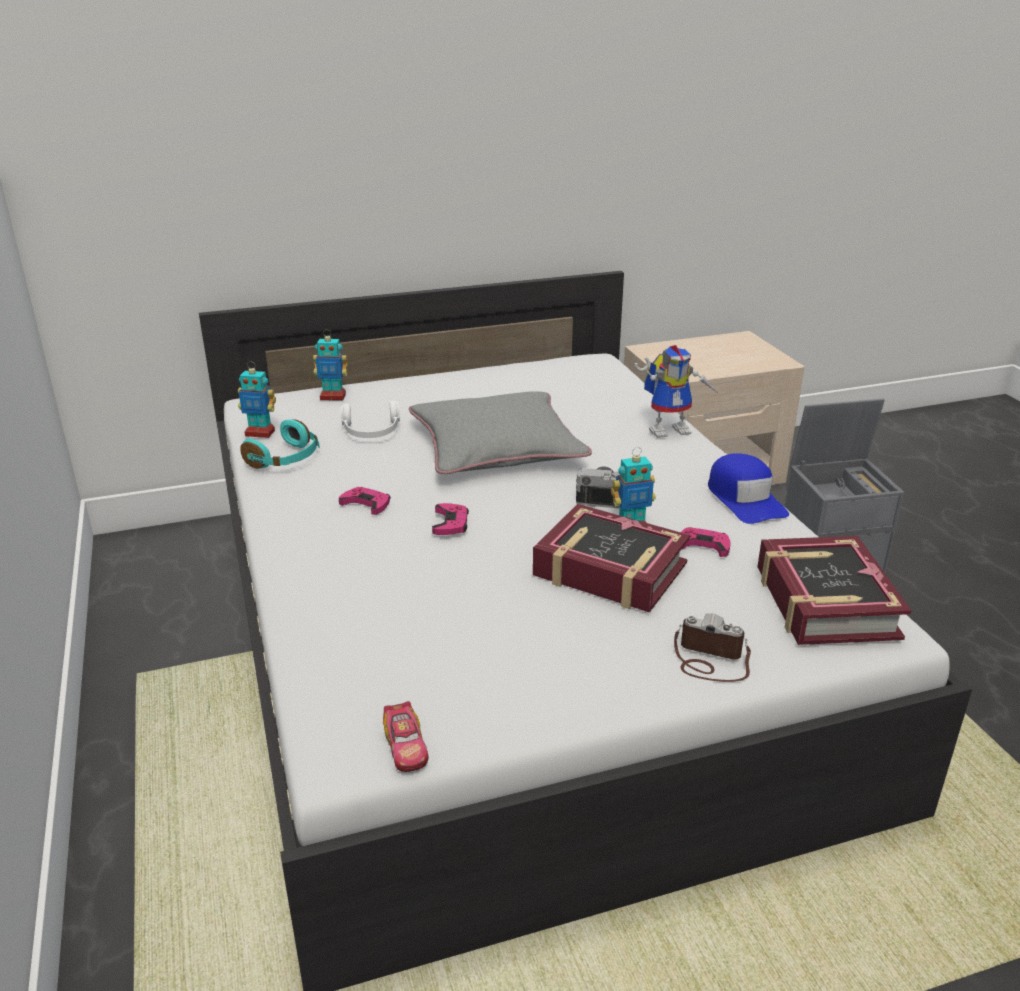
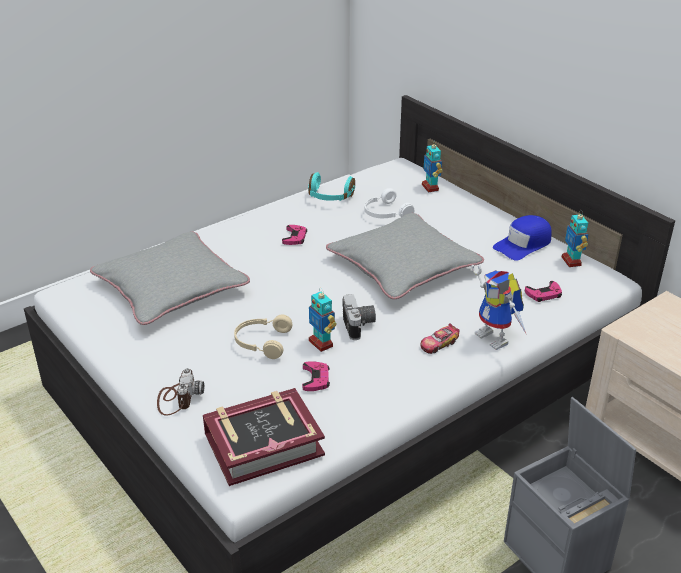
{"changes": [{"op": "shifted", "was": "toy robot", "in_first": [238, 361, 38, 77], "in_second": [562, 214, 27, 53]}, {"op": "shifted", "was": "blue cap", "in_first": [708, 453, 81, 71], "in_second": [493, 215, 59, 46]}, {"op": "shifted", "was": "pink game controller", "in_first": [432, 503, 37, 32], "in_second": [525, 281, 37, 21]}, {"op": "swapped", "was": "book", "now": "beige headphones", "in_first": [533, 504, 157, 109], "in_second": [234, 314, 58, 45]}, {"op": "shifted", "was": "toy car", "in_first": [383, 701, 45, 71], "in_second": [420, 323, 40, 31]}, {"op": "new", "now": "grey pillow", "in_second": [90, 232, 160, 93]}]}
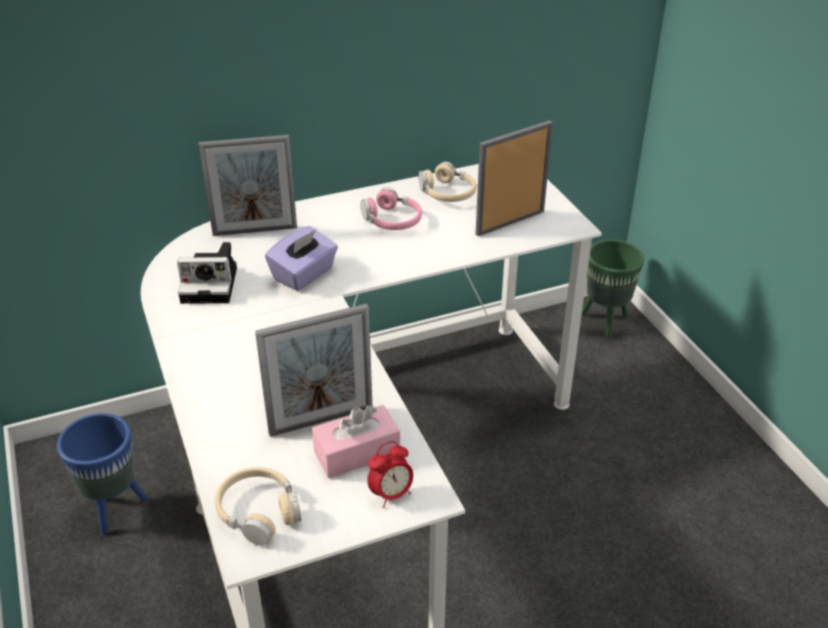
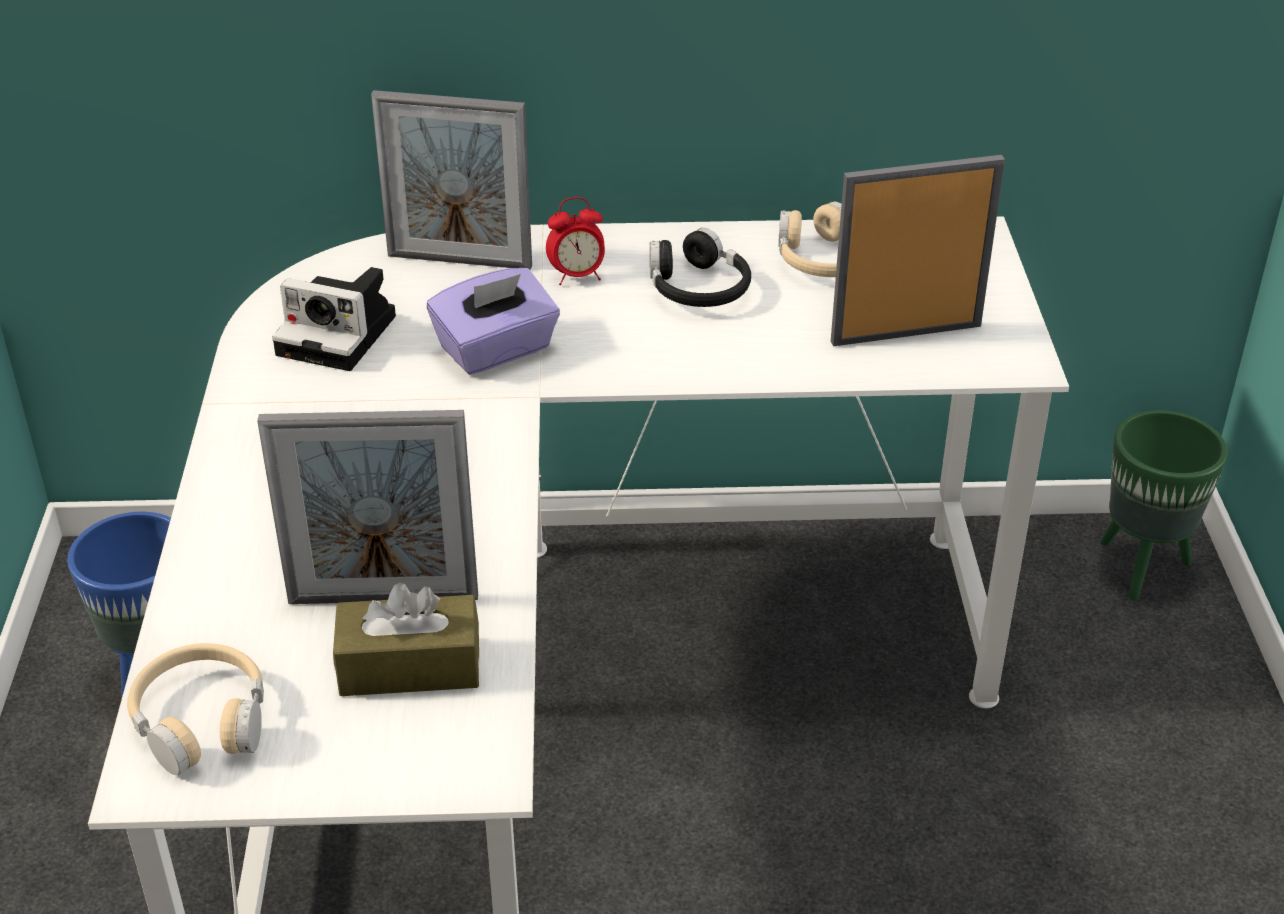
{"changes": [{"op": "repainted", "was": "pink headphones", "now": "black headphones", "in_first": [360, 187, 62, 43], "in_second": [650, 228, 101, 79]}, {"op": "repainted", "was": "pink tissue box", "now": "brown tissue box", "in_first": [312, 405, 88, 73], "in_second": [333, 583, 146, 113]}, {"op": "shifted", "was": "alarm clock", "in_first": [367, 441, 46, 67], "in_second": [546, 197, 59, 88]}]}
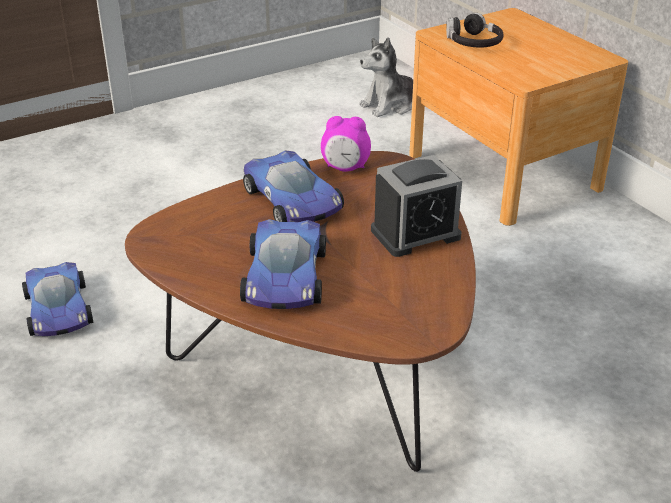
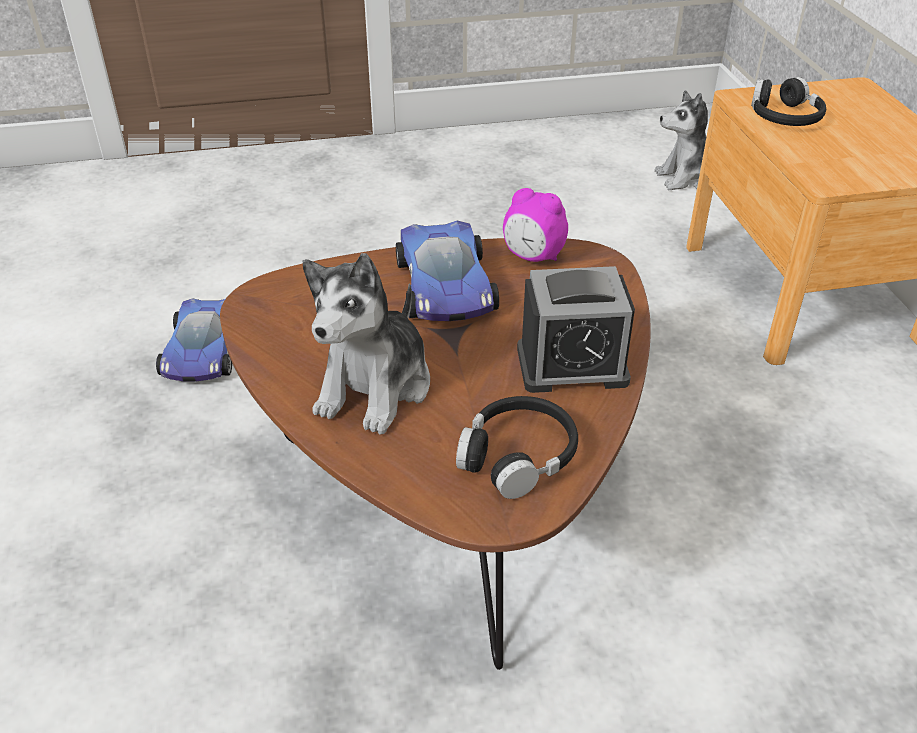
{"changes": [{"op": "swapped", "was": "toy car", "now": "plush toy", "in_first": [240, 219, 86, 90], "in_second": [303, 253, 127, 182]}, {"op": "new", "now": "black headphones", "in_second": [456, 396, 122, 103]}]}
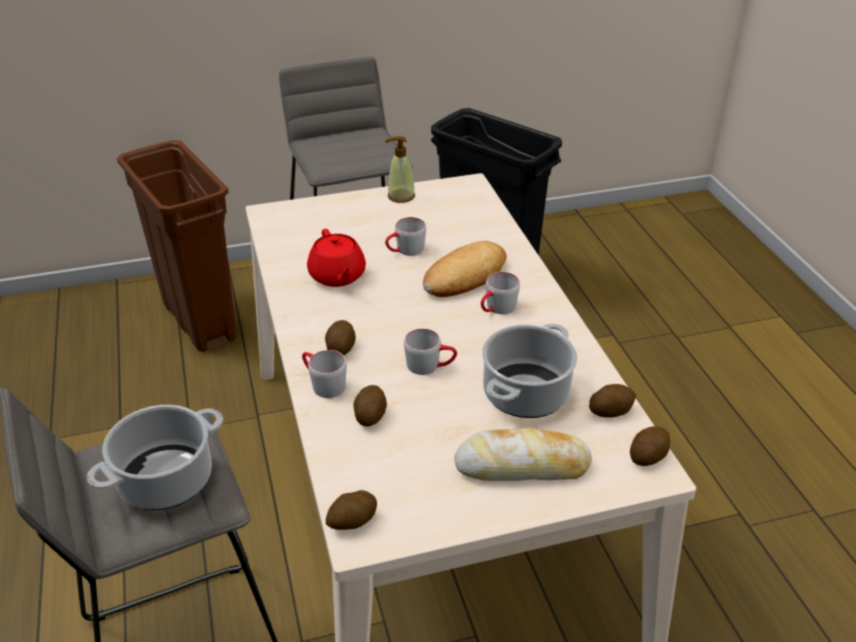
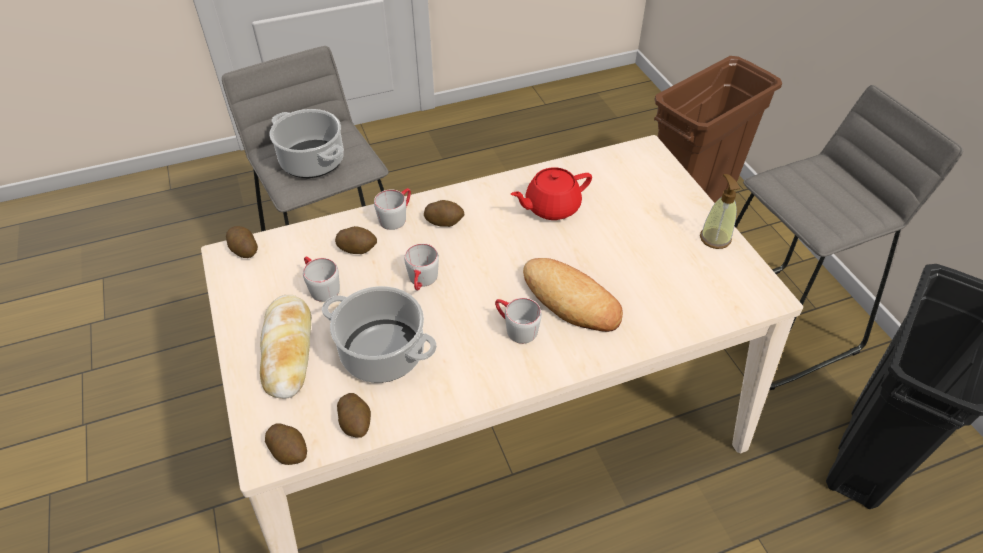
{"changes": [{"op": "shifted", "was": "grey mug", "in_first": [385, 217, 41, 39], "in_second": [303, 256, 37, 46]}]}
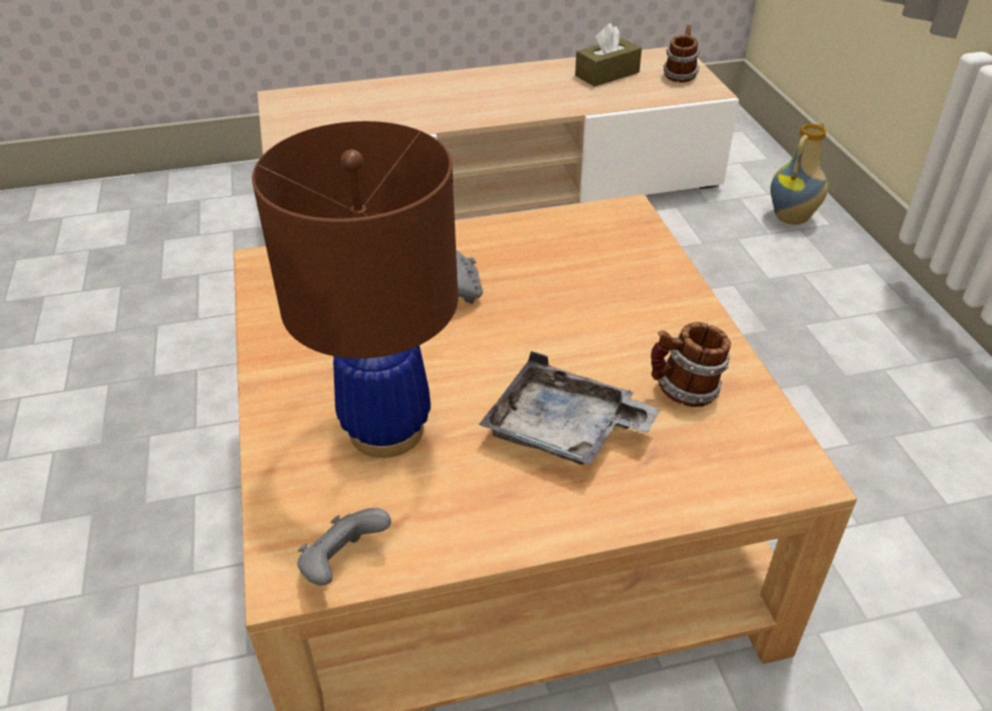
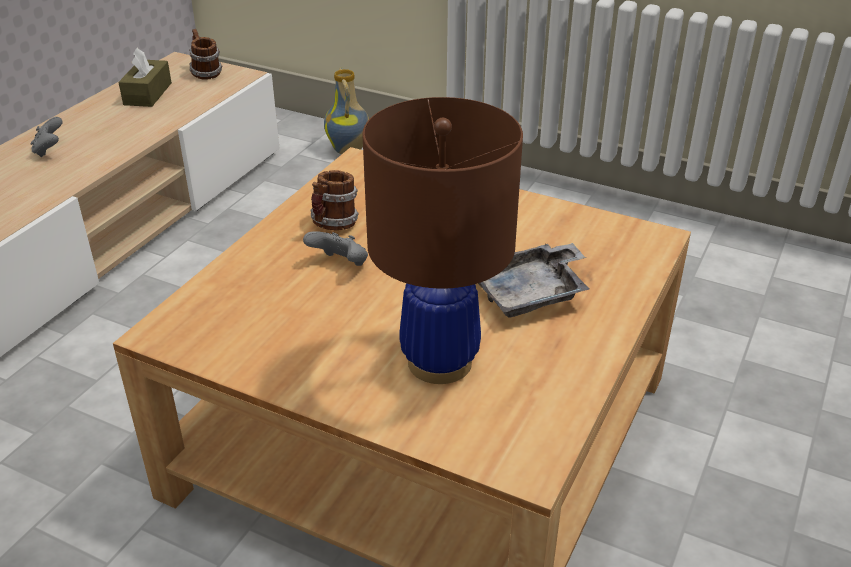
{"changes": [{"op": "shifted", "was": "mug", "in_first": [651, 322, 80, 85], "in_second": [310, 170, 49, 60]}, {"op": "shifted", "was": "grey game controller", "in_first": [297, 508, 94, 78], "in_second": [31, 117, 31, 40]}]}
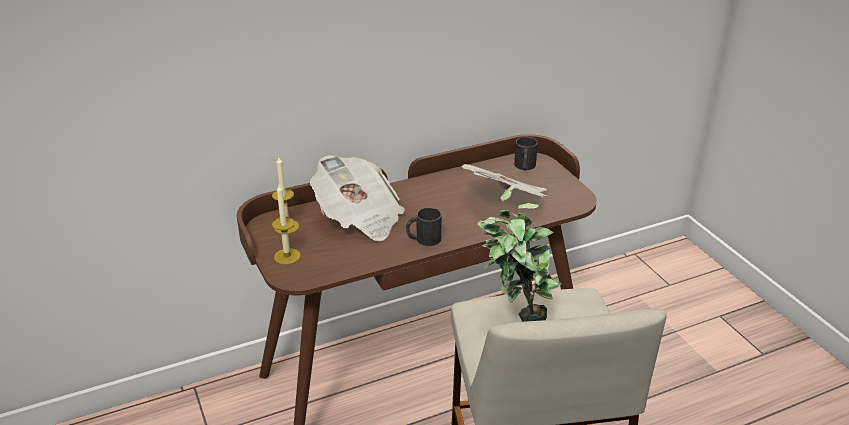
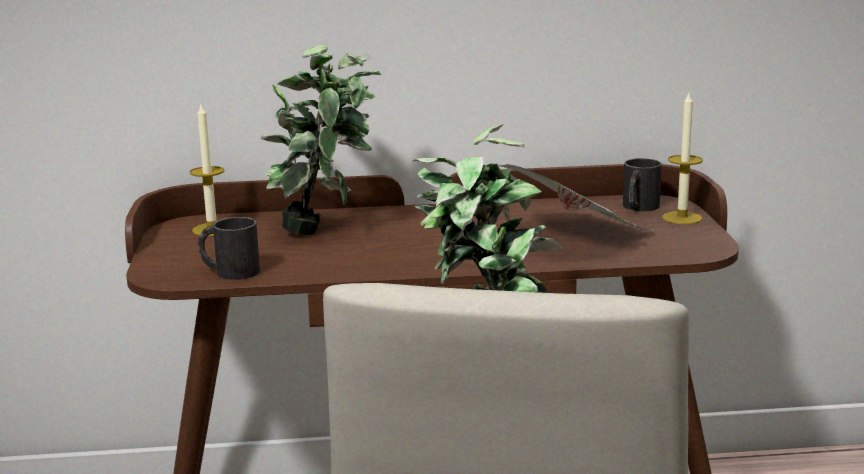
{"changes": [{"op": "swapped", "was": "newspaper", "now": "potted plant", "in_first": [310, 155, 95, 86], "in_second": [261, 45, 121, 190]}, {"op": "shifted", "was": "candle", "in_first": [272, 185, 29, 80], "in_second": [662, 93, 41, 131]}, {"op": "shifted", "was": "black mug", "in_first": [406, 207, 36, 39], "in_second": [198, 217, 62, 63]}]}
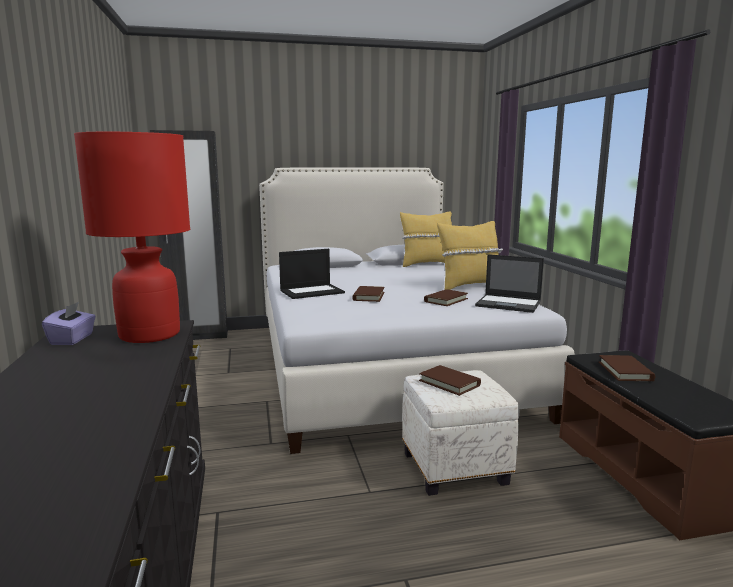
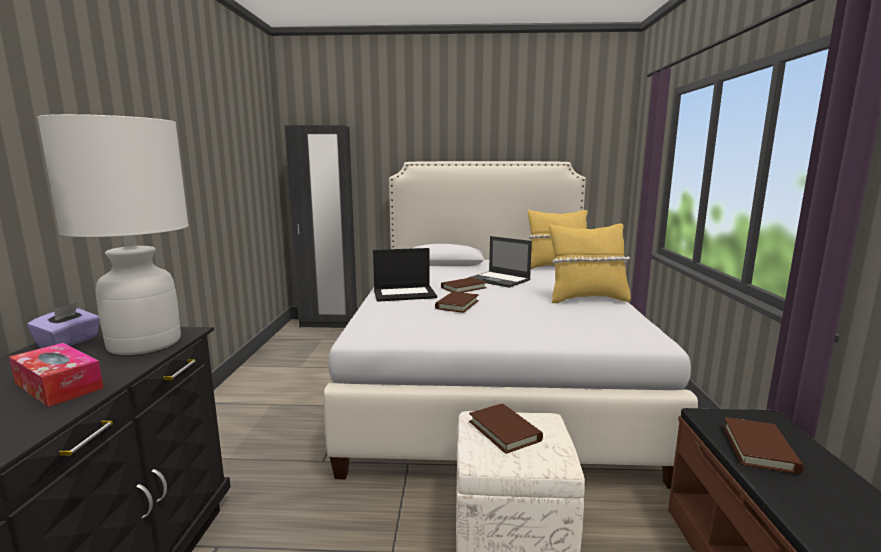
{"changes": [{"op": "repainted", "was": "red table lamp", "now": "white table lamp", "in_first": [74, 132, 116, 211], "in_second": [37, 114, 152, 241]}, {"op": "shifted", "was": "laptop", "in_first": [475, 254, 69, 59], "in_second": [468, 236, 64, 52]}, {"op": "shifted", "was": "brown book", "in_first": [424, 289, 44, 17], "in_second": [441, 278, 46, 15]}, {"op": "new", "now": "tissue box", "in_second": [9, 343, 94, 64]}]}
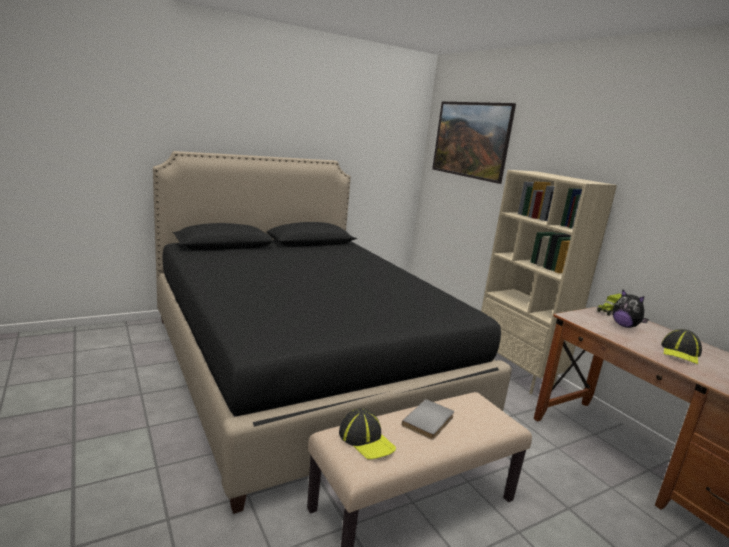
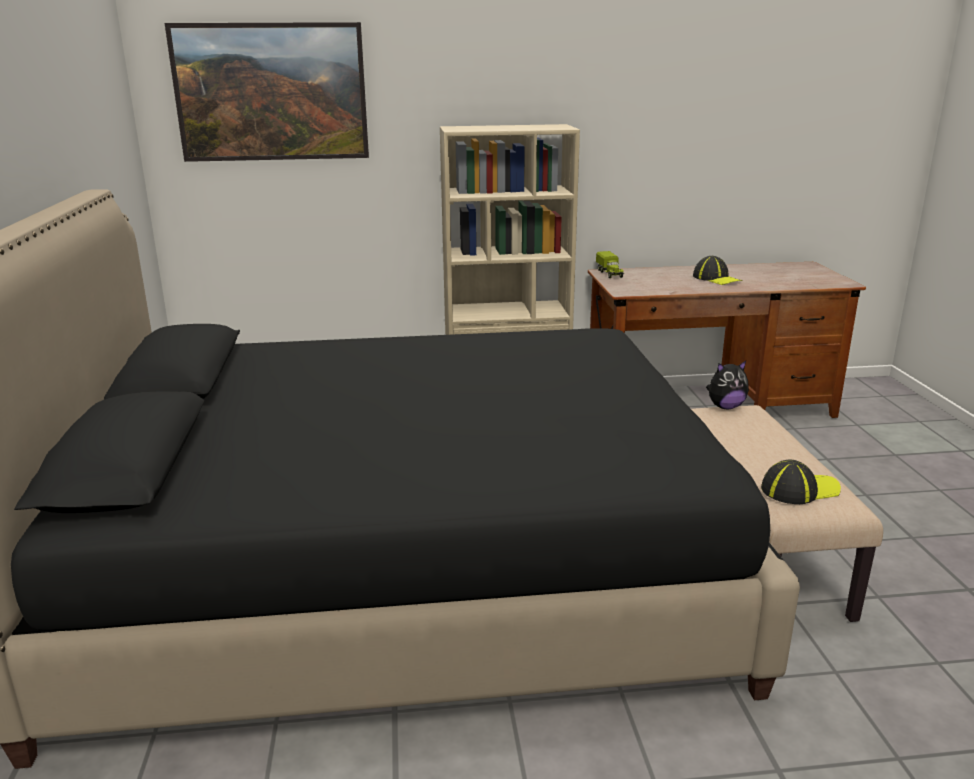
{"changes": [{"op": "shifted", "was": "plush toy", "in_first": [612, 290, 37, 38], "in_second": [706, 361, 43, 48]}, {"op": "gone", "was": "grey book", "in_first": [402, 399, 52, 41]}]}
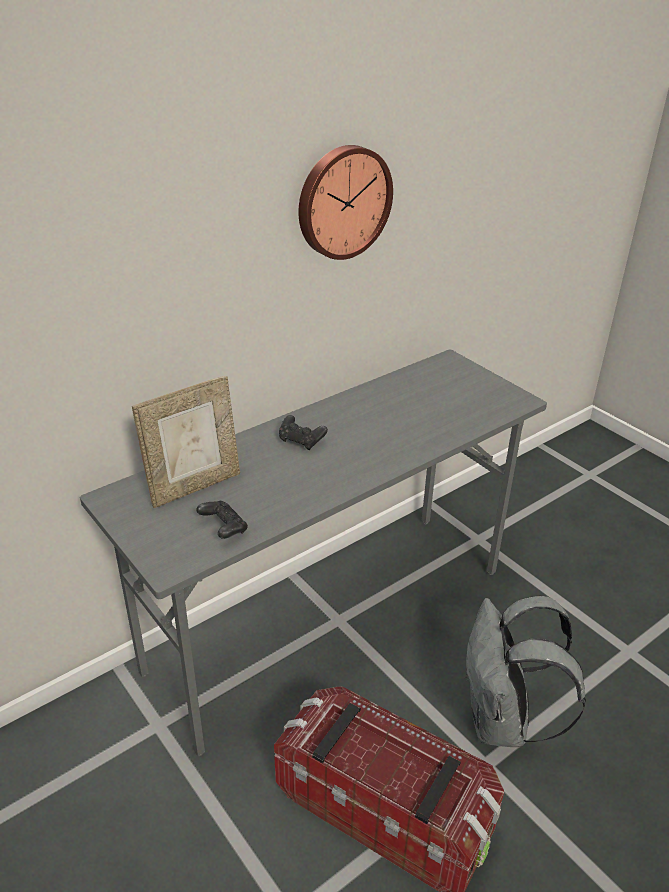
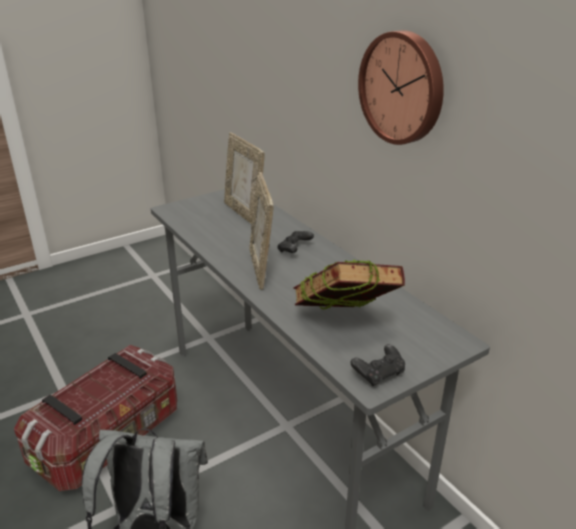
{"changes": [{"op": "shifted", "was": "black game controller", "in_first": [196, 501, 52, 38], "in_second": [351, 344, 54, 42]}, {"op": "new", "now": "picture frame", "in_second": [249, 172, 25, 117]}, {"op": "new", "now": "book", "in_second": [294, 259, 111, 51]}]}
